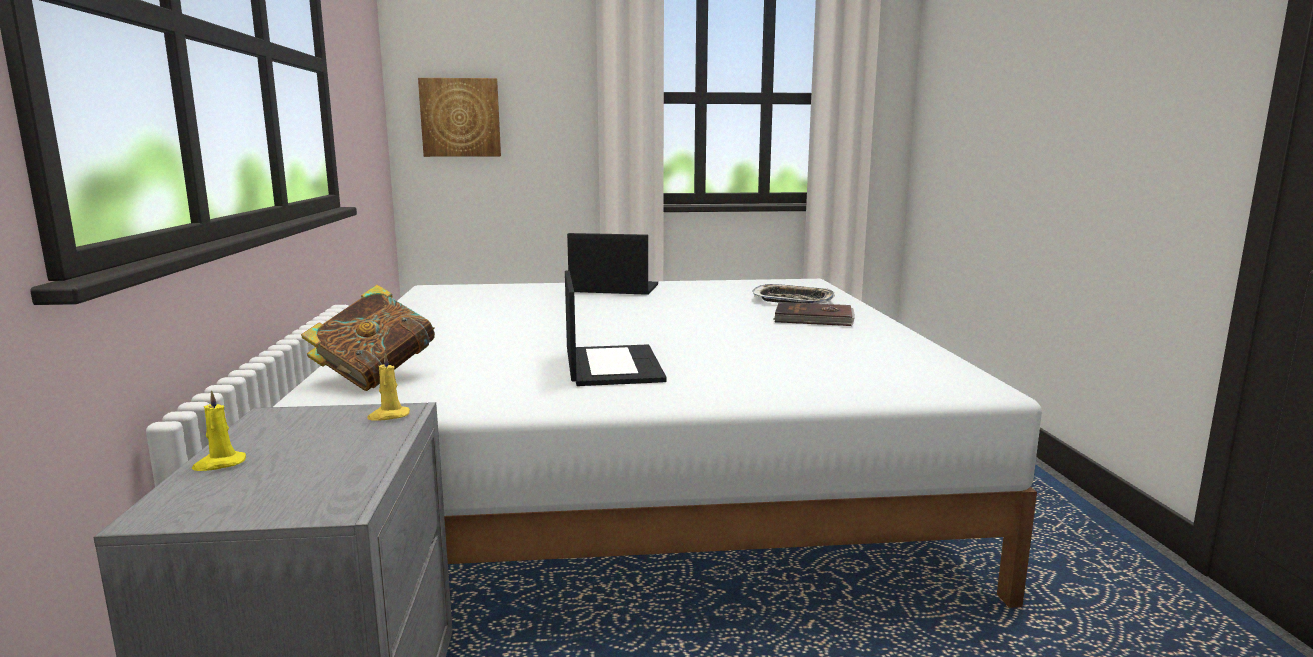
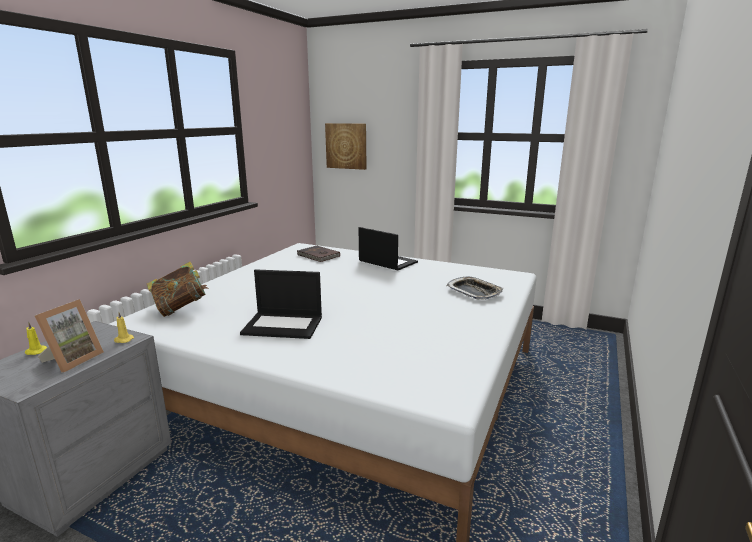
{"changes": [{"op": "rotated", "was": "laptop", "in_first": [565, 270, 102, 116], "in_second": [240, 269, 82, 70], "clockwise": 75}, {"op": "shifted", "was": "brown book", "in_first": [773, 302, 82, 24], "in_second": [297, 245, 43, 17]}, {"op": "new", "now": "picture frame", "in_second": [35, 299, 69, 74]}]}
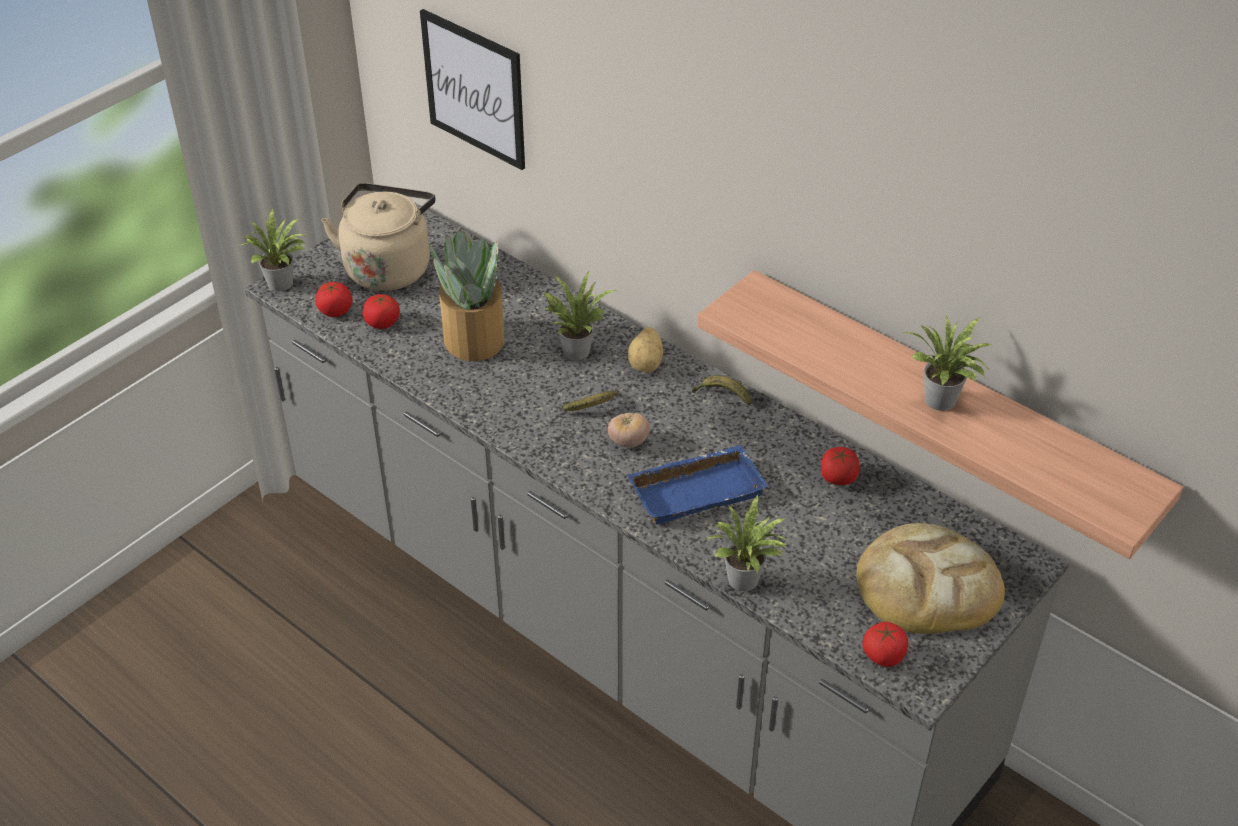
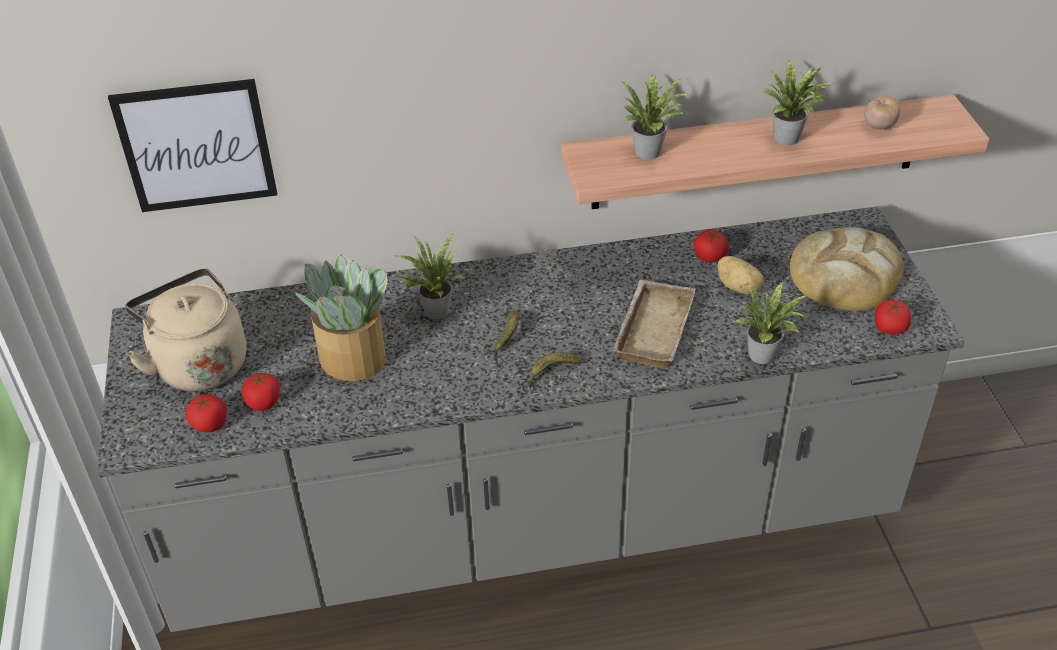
{"changes": [{"op": "shifted", "was": "potted plant", "in_first": [240, 209, 66, 82], "in_second": [621, 73, 68, 86]}, {"op": "shifted", "was": "potato", "in_first": [628, 327, 35, 46], "in_second": [718, 256, 46, 38]}, {"op": "shifted", "was": "banana", "in_first": [692, 375, 59, 30], "in_second": [528, 352, 54, 36]}, {"op": "shifted", "was": "tomato", "in_first": [608, 413, 42, 35], "in_second": [864, 95, 36, 35]}, {"op": "repainted", "was": "blue tray", "now": "beige tray", "in_first": [627, 445, 142, 79], "in_second": [613, 279, 83, 89]}]}
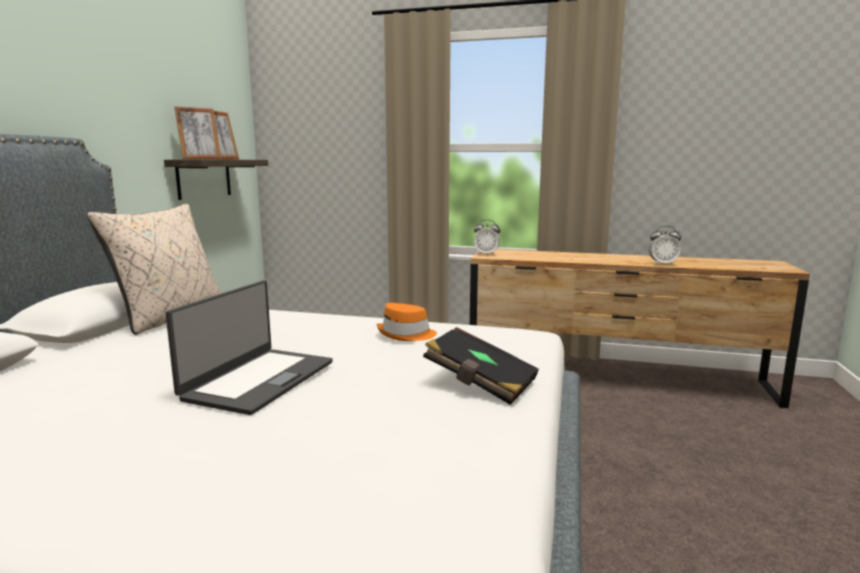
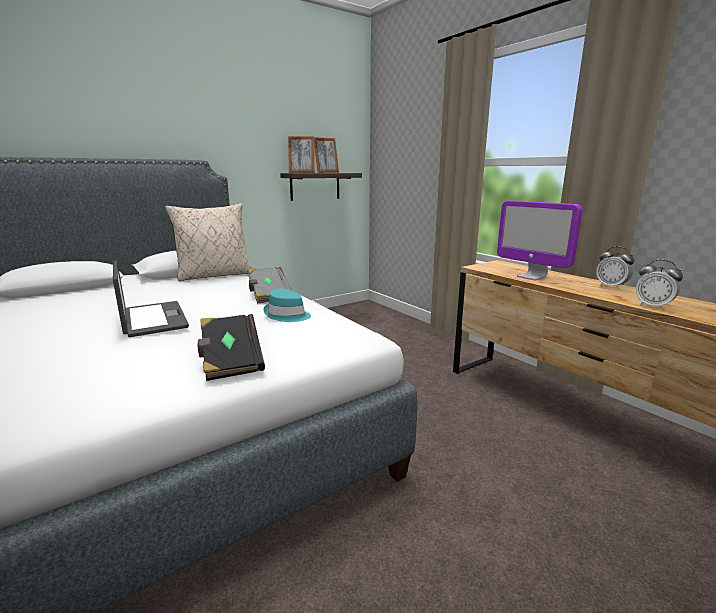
{"changes": [{"op": "shifted", "was": "alarm clock", "in_first": [474, 219, 26, 36], "in_second": [596, 246, 38, 44]}, {"op": "rotated", "was": "laptop", "in_first": [166, 280, 167, 135], "in_second": [113, 260, 76, 77], "clockwise": -90}, {"op": "repainted", "was": "orange hat", "now": "turquoise hat", "in_first": [377, 303, 60, 38], "in_second": [264, 288, 47, 34]}, {"op": "new", "now": "monitor", "in_second": [497, 200, 86, 80]}, {"op": "new", "now": "grey book", "in_second": [248, 267, 44, 37]}]}
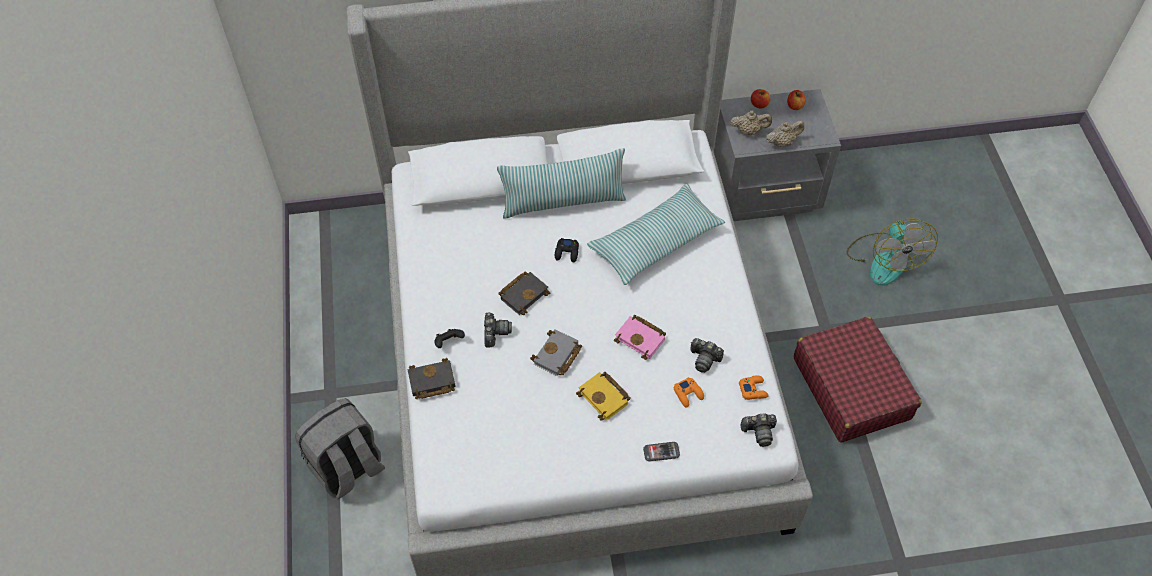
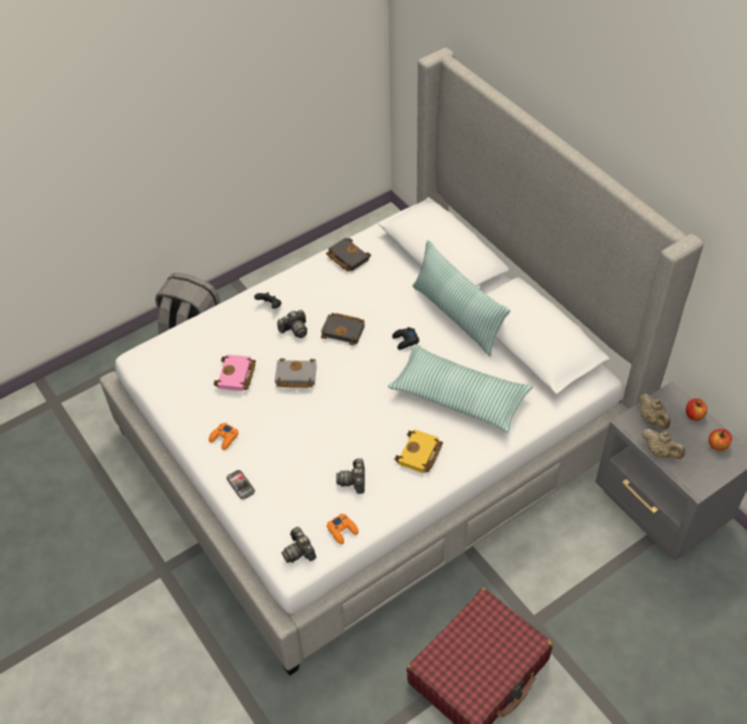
{"changes": [{"op": "gone", "was": "fan", "in_first": [846, 218, 92, 67]}, {"op": "shifted", "was": "pink book", "in_first": [614, 315, 52, 45], "in_second": [213, 354, 43, 37]}, {"op": "shifted", "was": "black book", "in_first": [408, 358, 48, 41], "in_second": [326, 238, 45, 34]}, {"op": "shifted", "was": "yellow book", "in_first": [576, 372, 55, 49], "in_second": [394, 429, 49, 44]}, {"op": "shifted", "was": "orange game controller", "in_first": [674, 377, 30, 31], "in_second": [209, 422, 29, 28]}]}
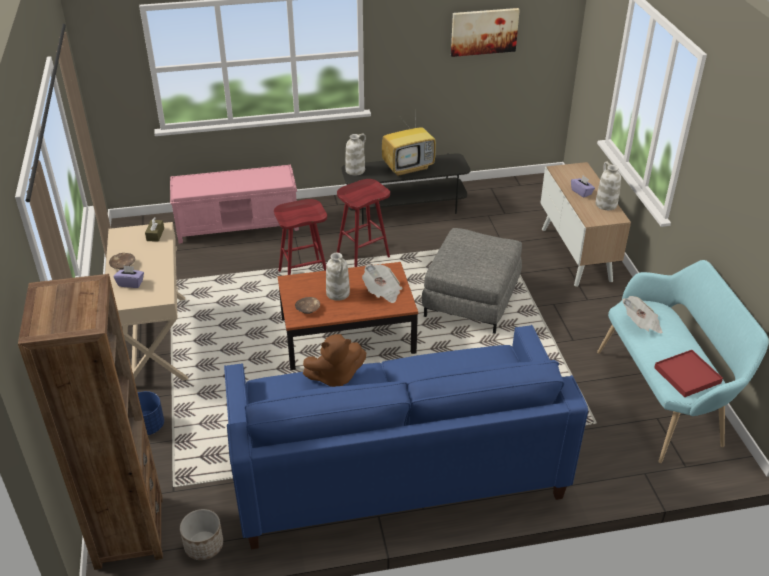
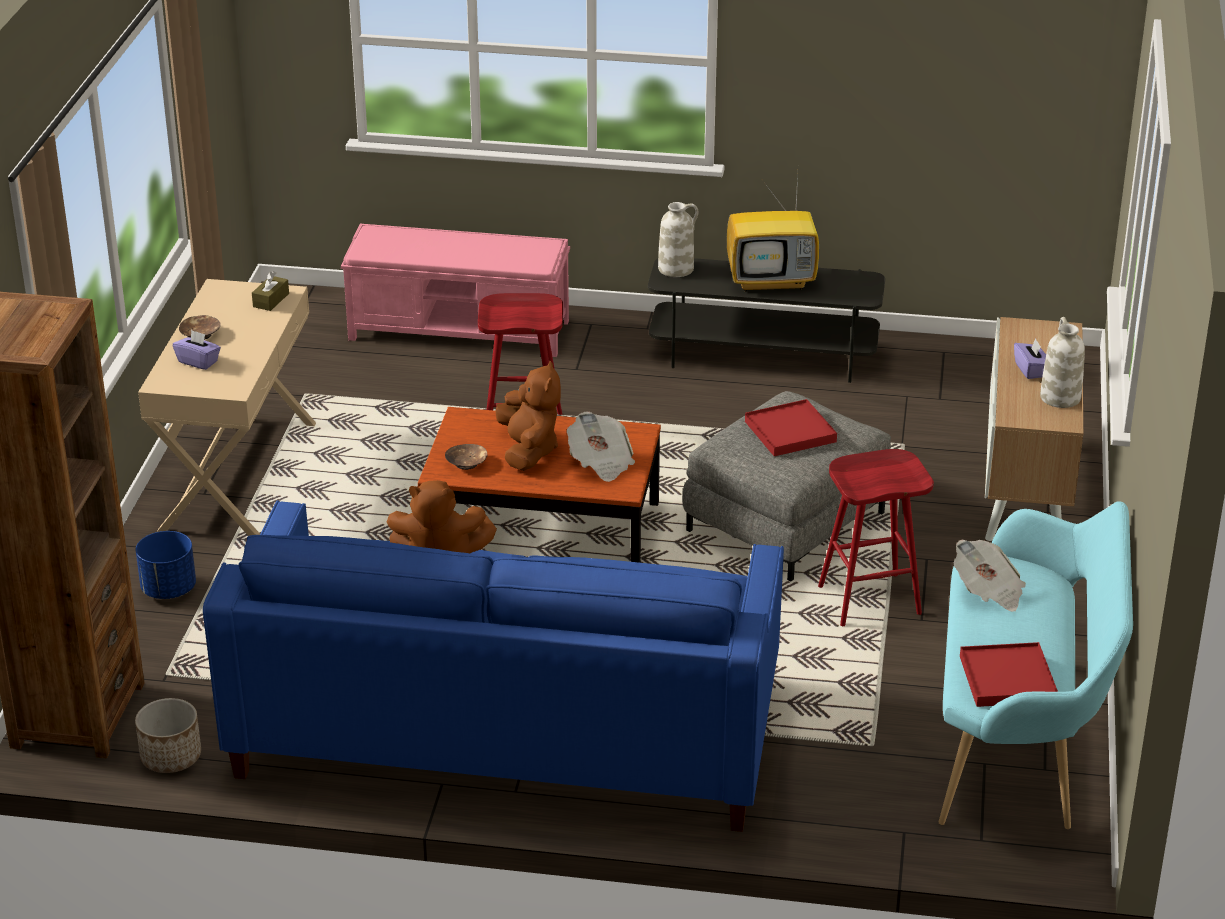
{"changes": [{"op": "gone", "was": "picture", "in_first": [451, 8, 69, 49]}, {"op": "shifted", "was": "red stool", "in_first": [337, 179, 53, 88], "in_second": [818, 449, 116, 177]}, {"op": "swapped", "was": "white vase", "now": "brown plush toy", "in_first": [326, 253, 24, 48], "in_second": [496, 361, 65, 110]}, {"op": "new", "now": "red tray", "in_second": [745, 399, 92, 57]}]}
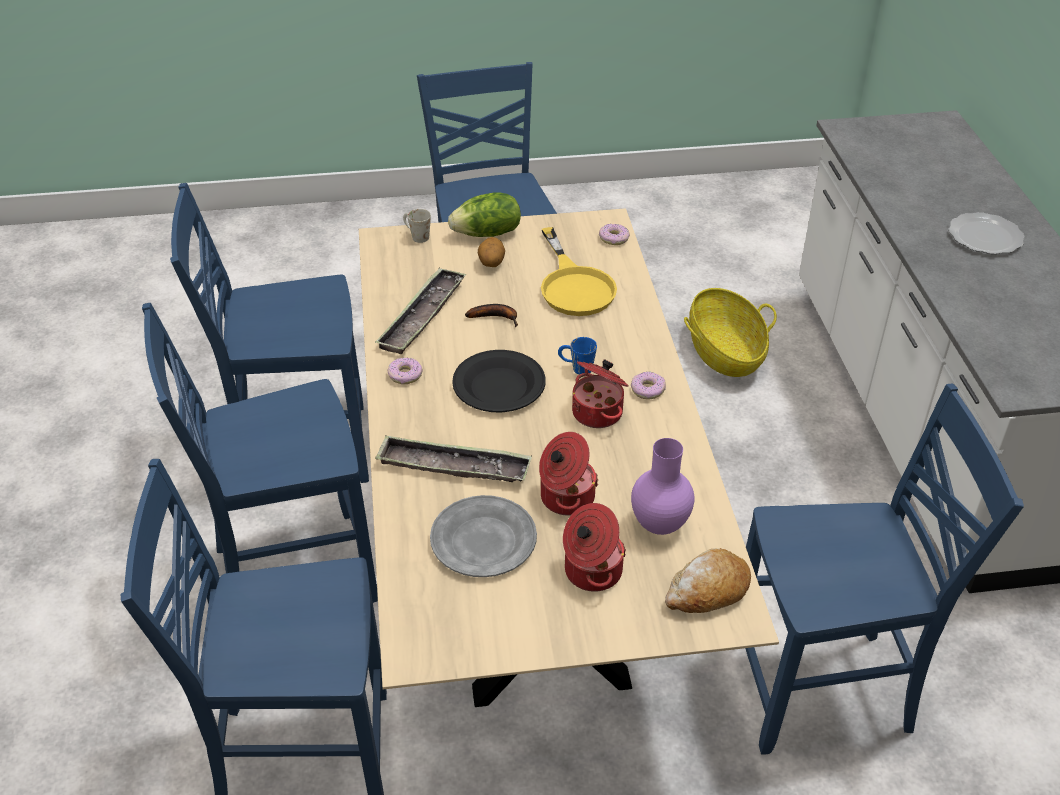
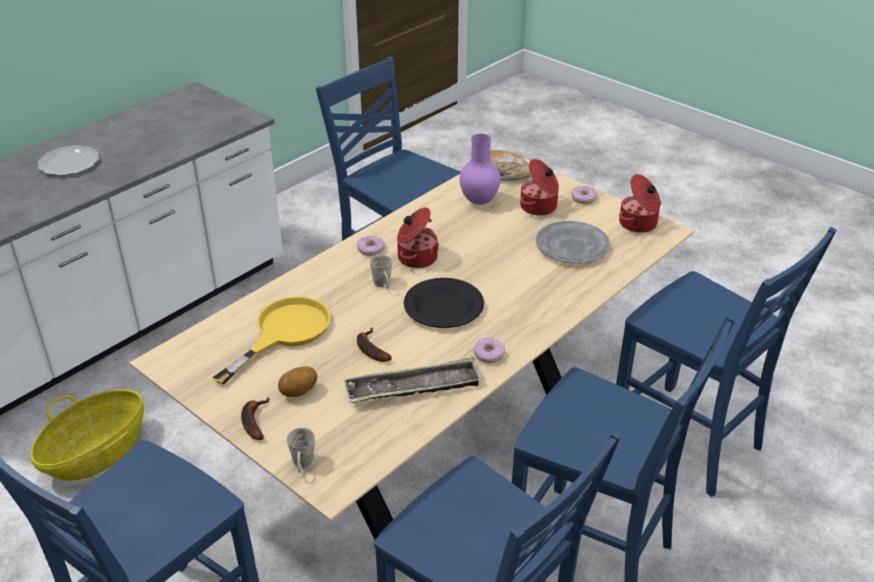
{"changes": [{"op": "swapped", "was": "lettuce", "now": "banana", "in_first": [448, 193, 73, 44], "in_second": [241, 398, 28, 42]}, {"op": "shifted", "was": "donut", "in_first": [599, 224, 31, 21], "in_second": [571, 186, 26, 18]}, {"op": "repainted", "was": "blue mug", "now": "white mug", "in_first": [558, 337, 39, 38], "in_second": [370, 255, 22, 33]}, {"op": "shifted", "was": "cooking pot", "in_first": [539, 432, 59, 84], "in_second": [619, 174, 42, 59]}, {"op": "gone", "was": "tray", "in_first": [375, 436, 157, 46]}]}
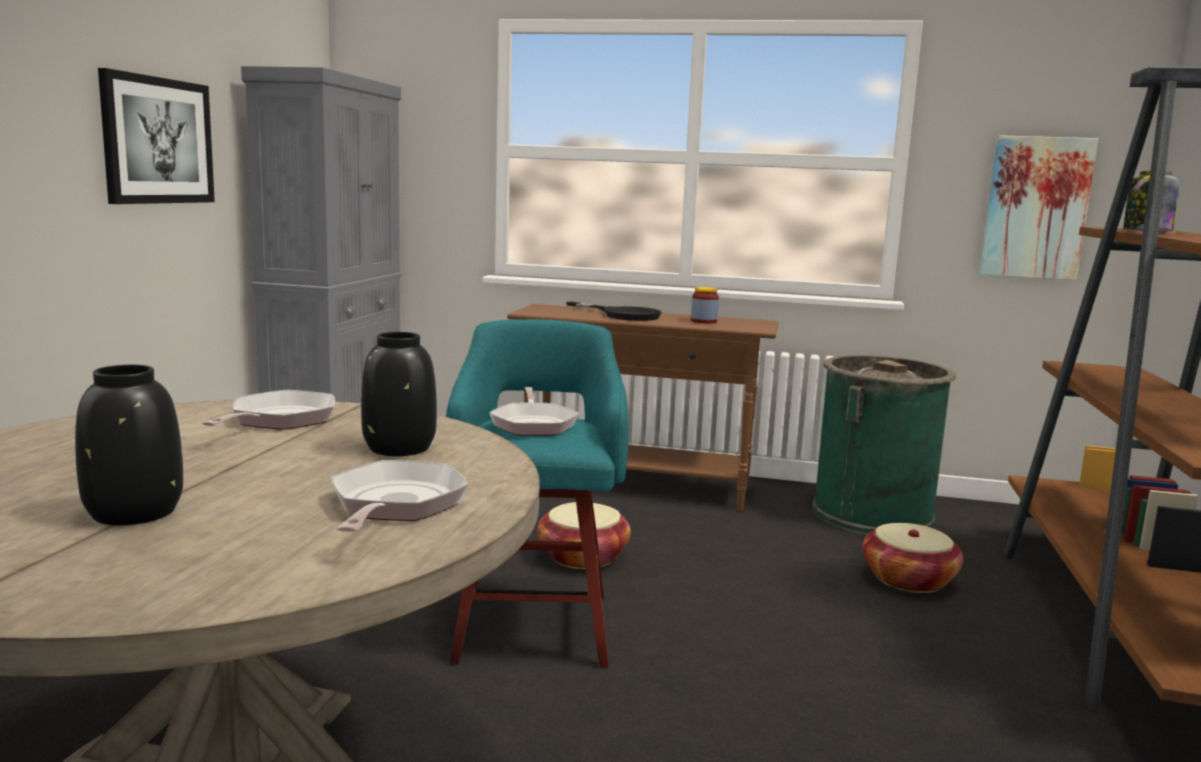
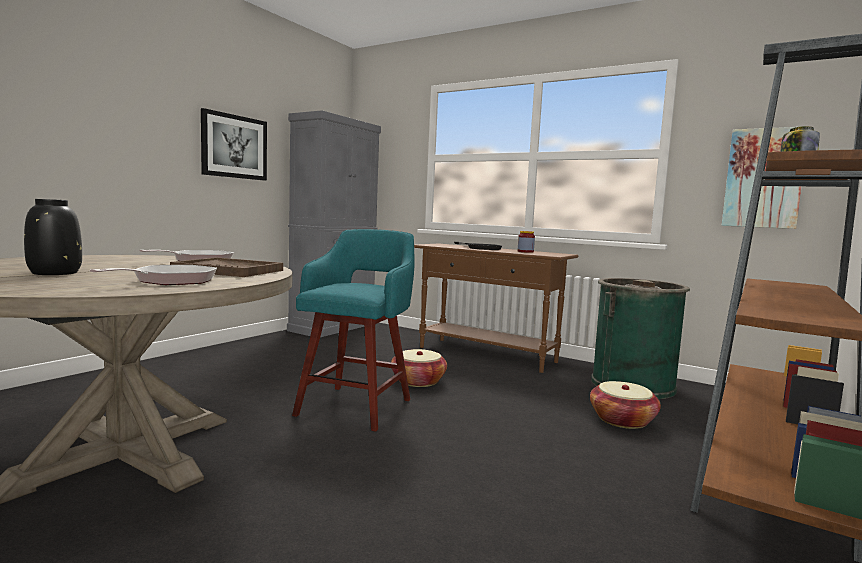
{"changes": [{"op": "swapped", "was": "black vase", "now": "brown tray", "in_first": [361, 332, 76, 124], "in_second": [170, 257, 113, 20]}, {"op": "gone", "was": "frying pan", "in_first": [489, 387, 90, 49]}]}
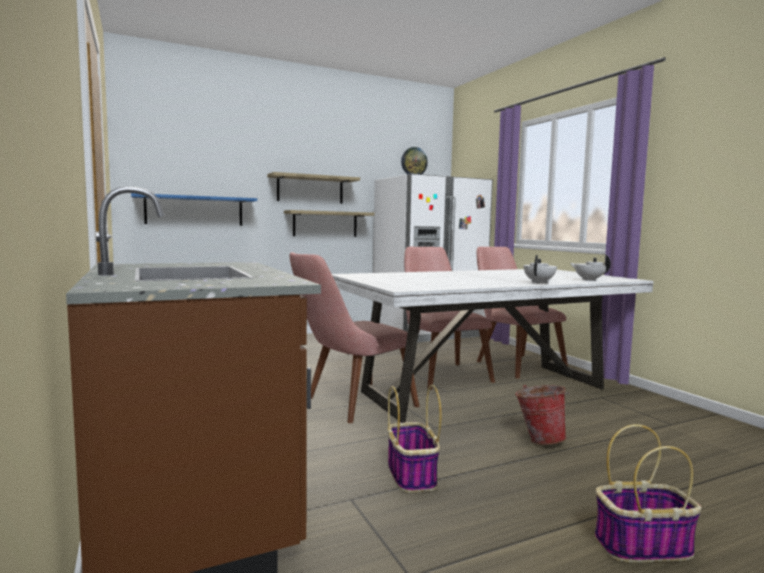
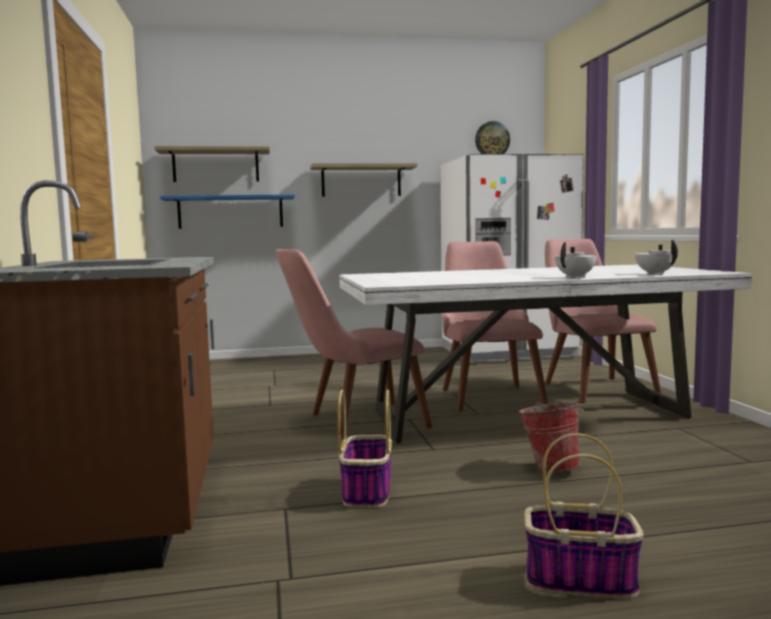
{"changes": [{"op": "shifted", "was": "shelf", "in_first": [284, 210, 90, 27], "in_second": [154, 146, 116, 36]}]}
